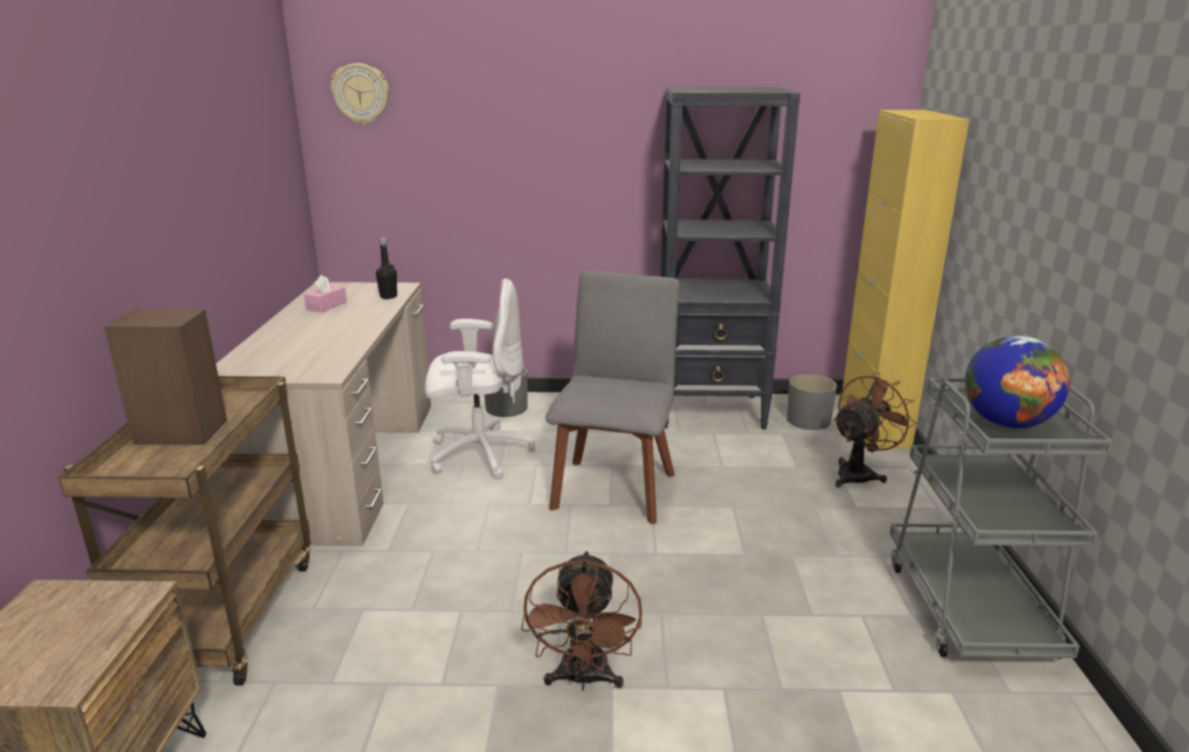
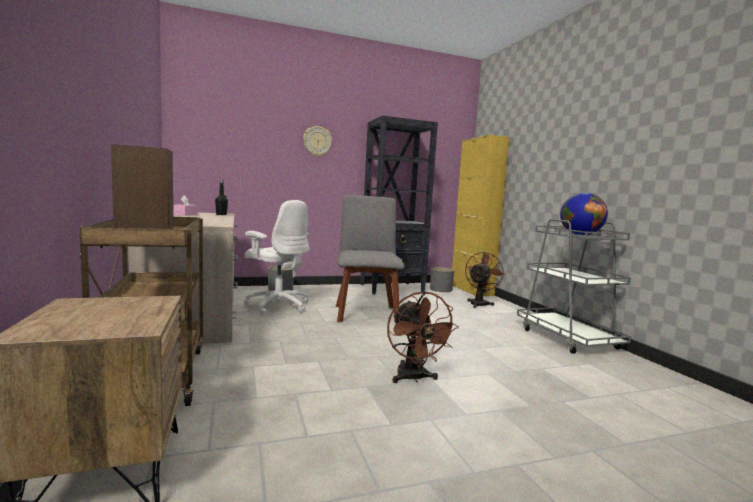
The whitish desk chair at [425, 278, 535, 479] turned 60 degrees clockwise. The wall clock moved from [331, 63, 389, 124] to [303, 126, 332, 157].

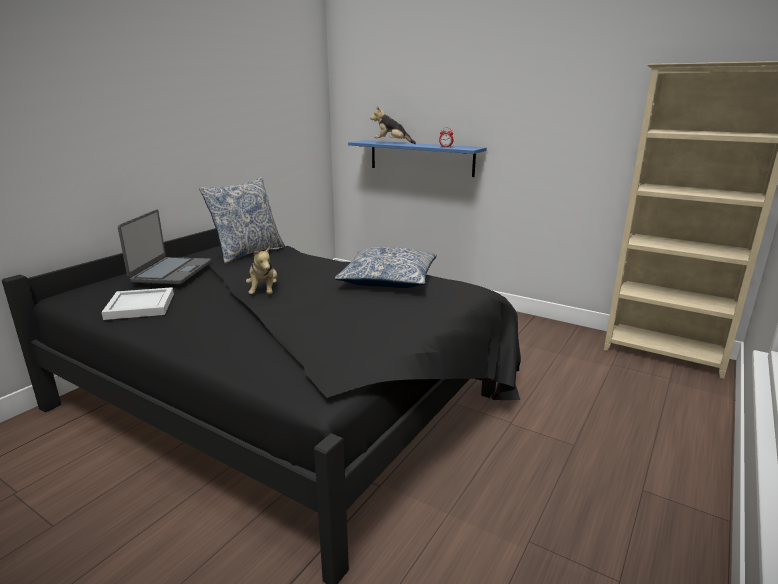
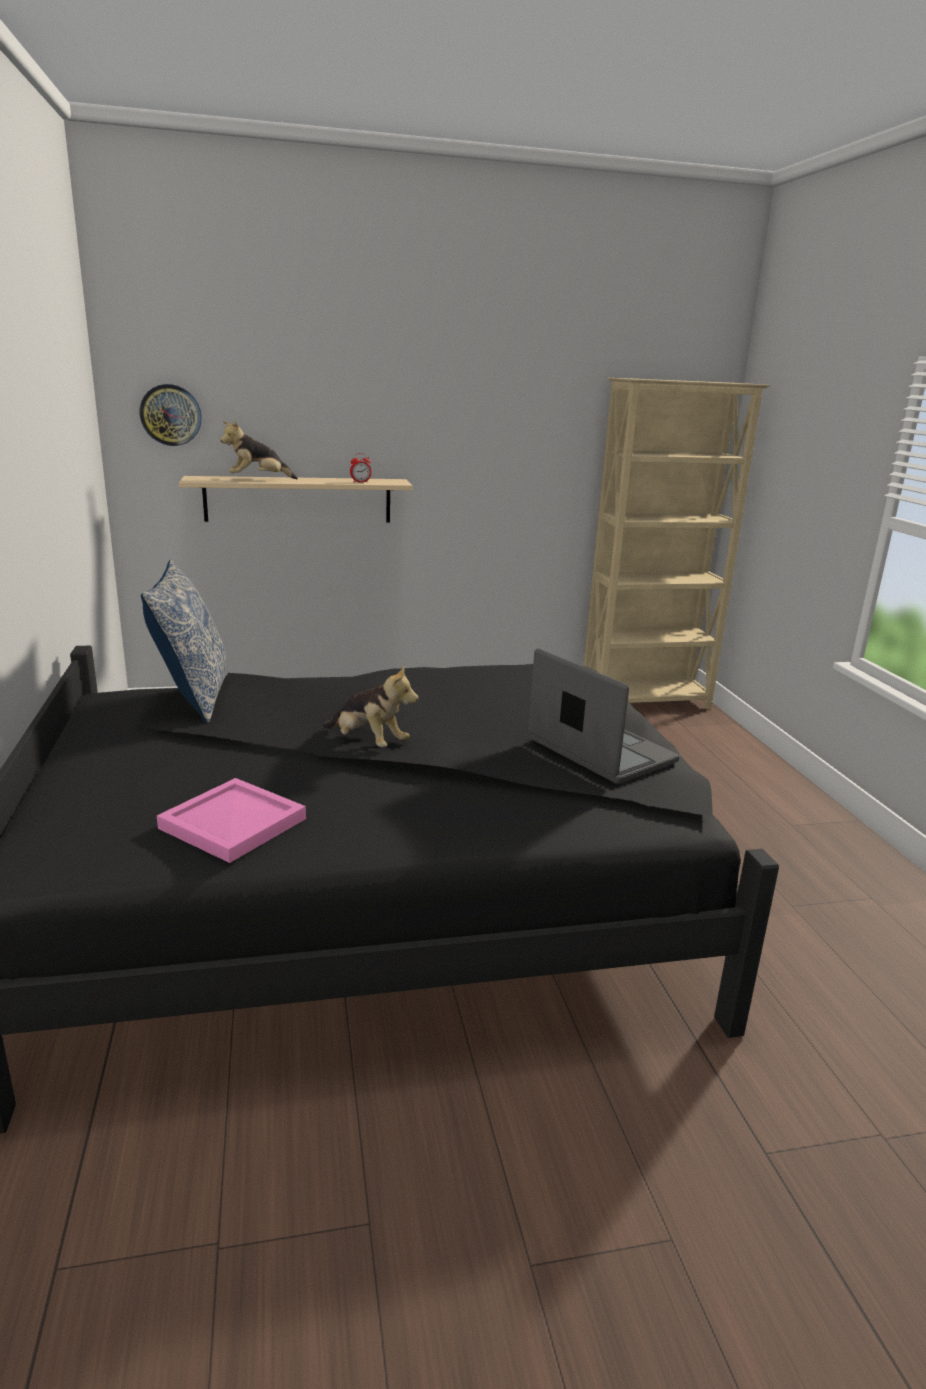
The wall clock at [140, 384, 202, 446] appeared. The whitish carrying tray at [101, 287, 174, 320] became the pinkish carrying tray at [157, 778, 306, 863]. The blue wall shelf at [348, 140, 487, 177] became the sand-coloured wall shelf at [179, 476, 413, 523]. The portable computer moved from [118, 209, 211, 284] to [528, 649, 680, 784]. The pillow at [335, 247, 437, 288] disappeared.

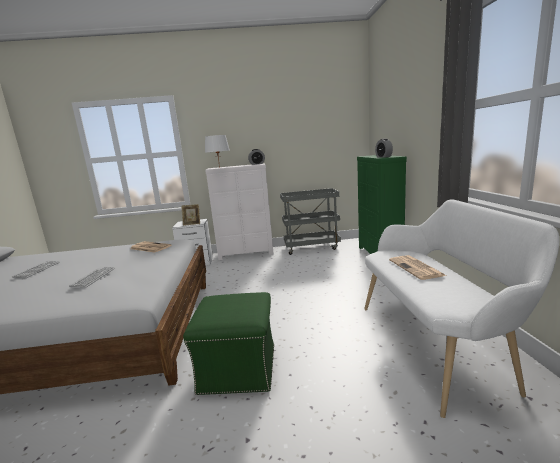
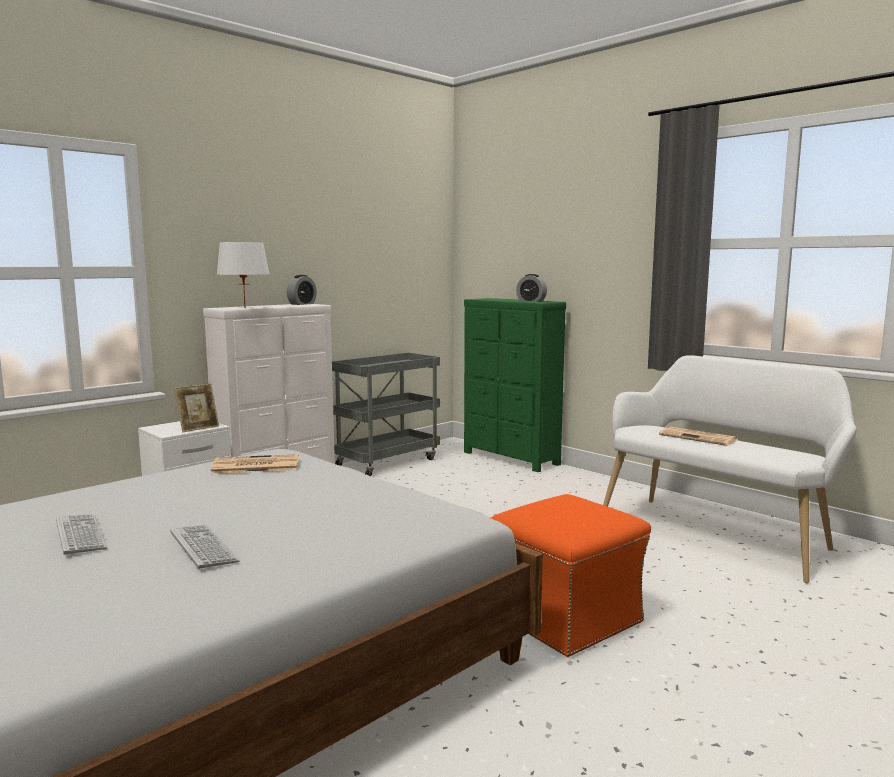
The PC keyboard moved from [69, 267, 115, 288] to [170, 525, 240, 569]. The green pouffe at [183, 292, 274, 395] became the orangey pouffe at [491, 494, 651, 657].

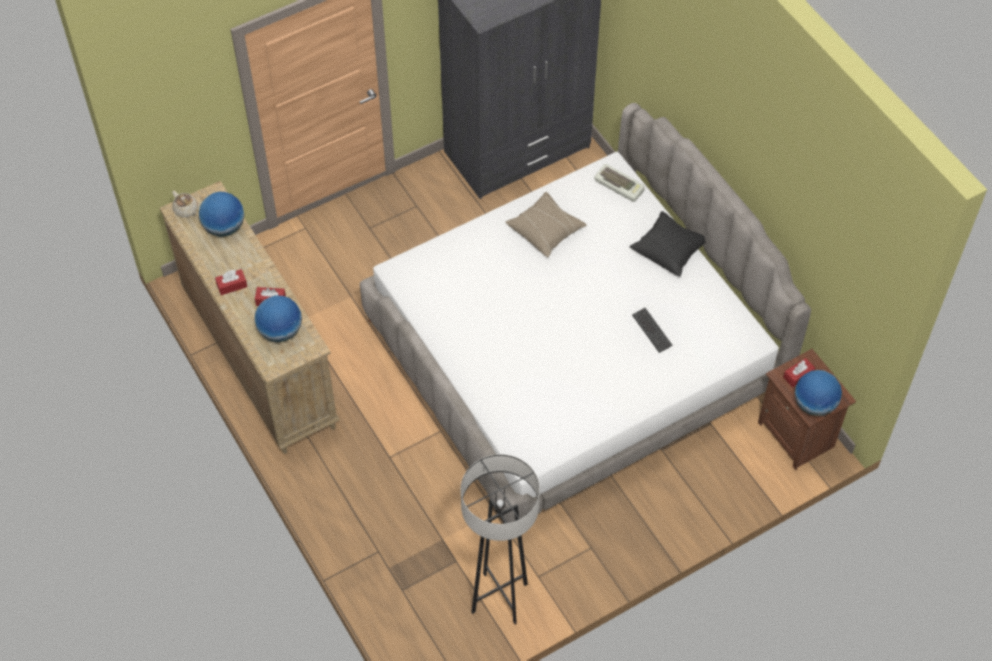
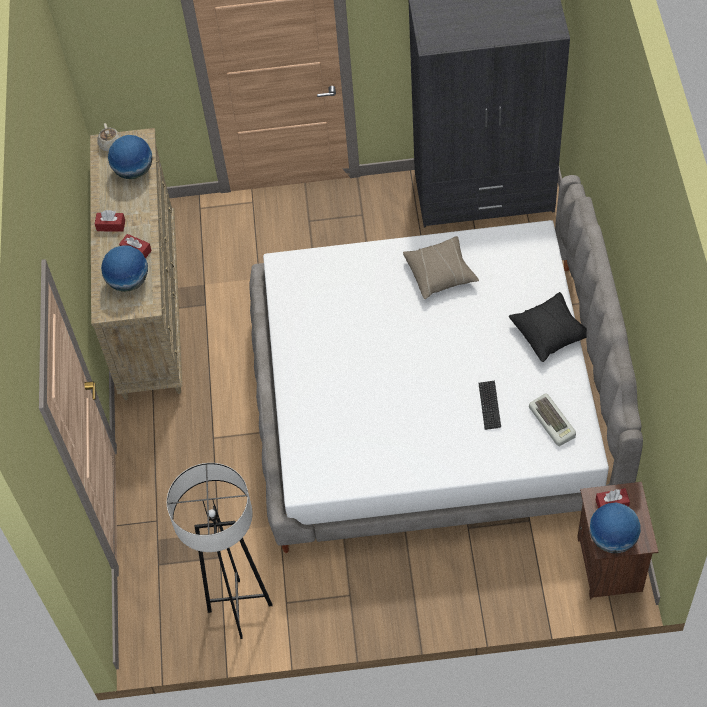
The PC keyboard moved from [594, 164, 645, 202] to [529, 393, 576, 446].

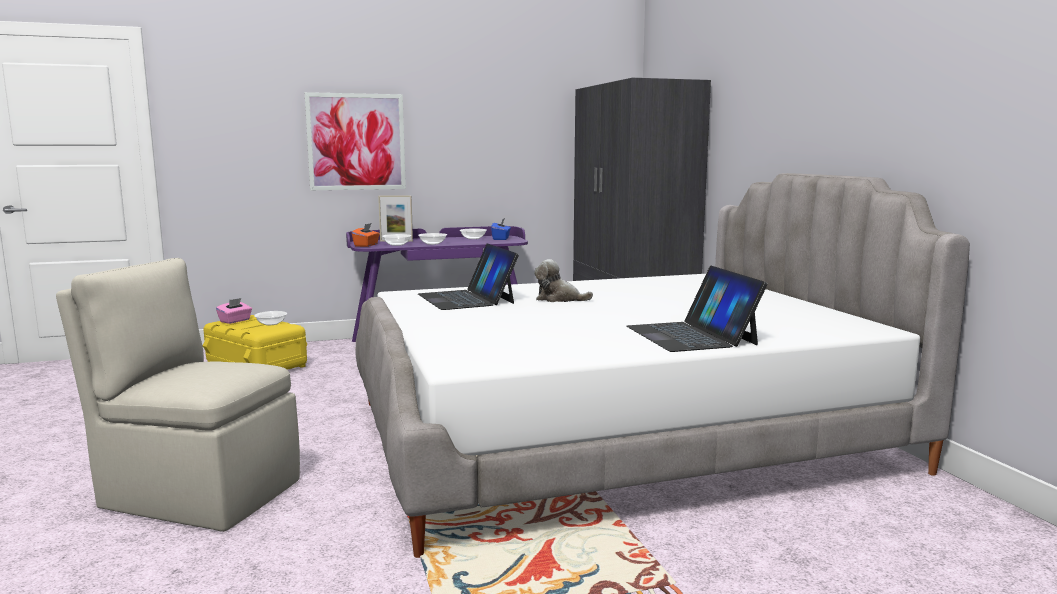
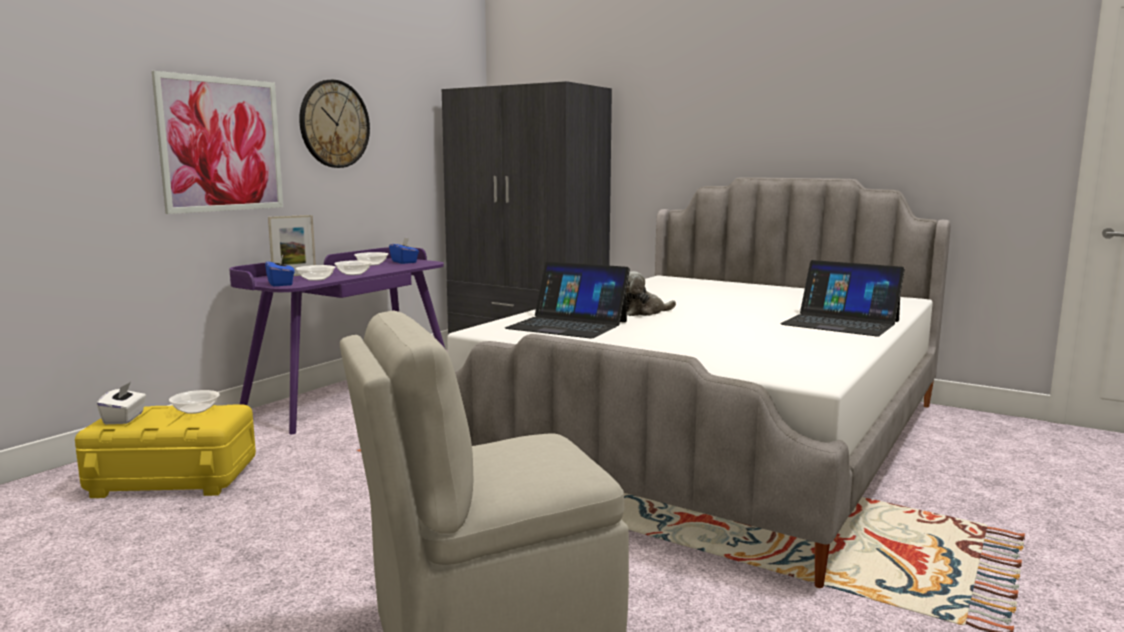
The pinkish tissue holder at [216, 298, 252, 324] became the whitish tissue holder at [97, 382, 146, 424]. The orangey tissue holder at [352, 223, 380, 247] became the blue tissue holder at [265, 254, 295, 287]. The wall clock at [299, 80, 370, 168] appeared.

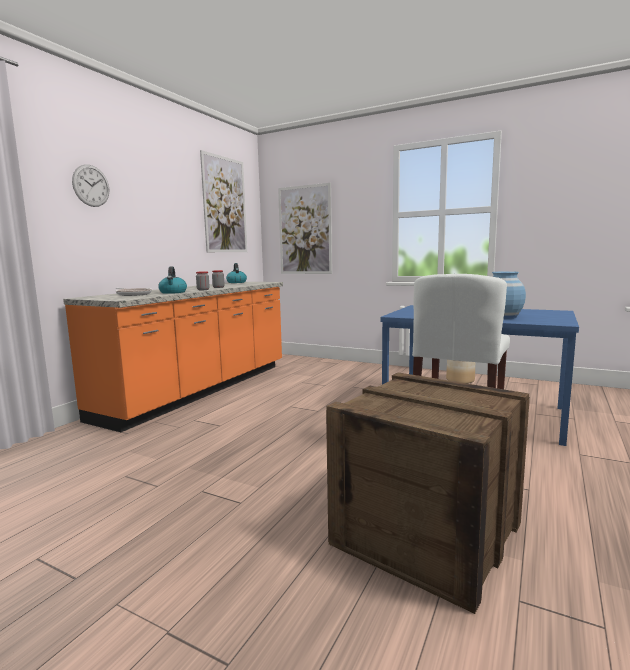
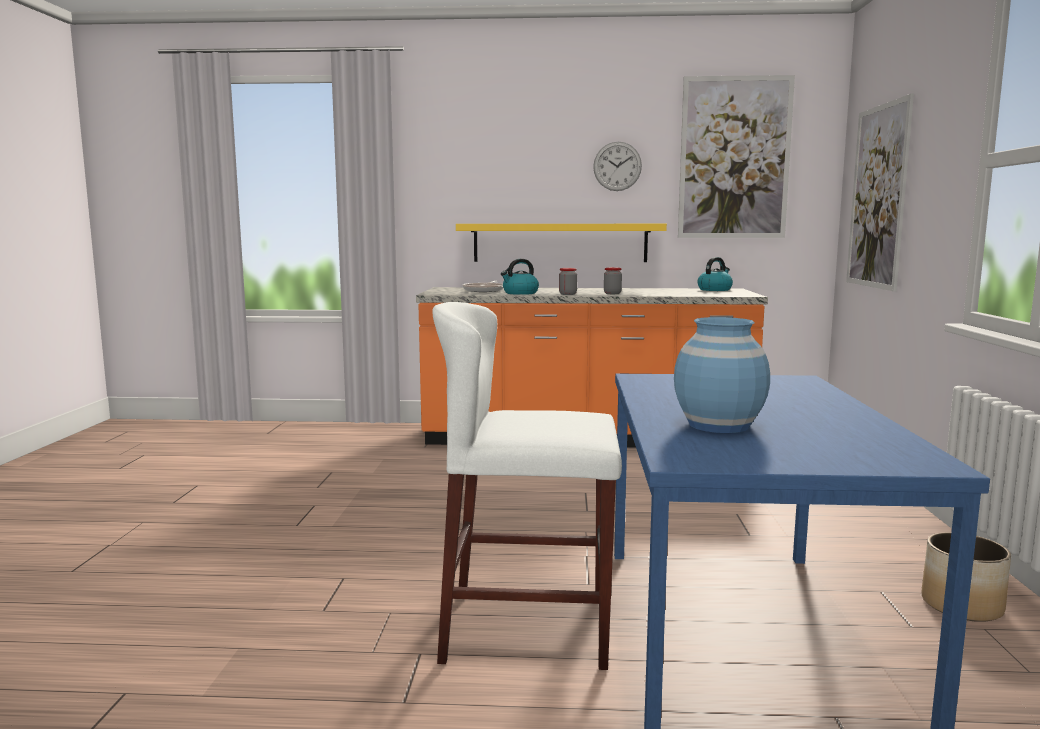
The yellowish wall shelf at [456, 224, 667, 262] appeared. The wall clock moved from [72, 164, 109, 207] to [593, 142, 642, 191]. The crate at [326, 372, 530, 614] disappeared.

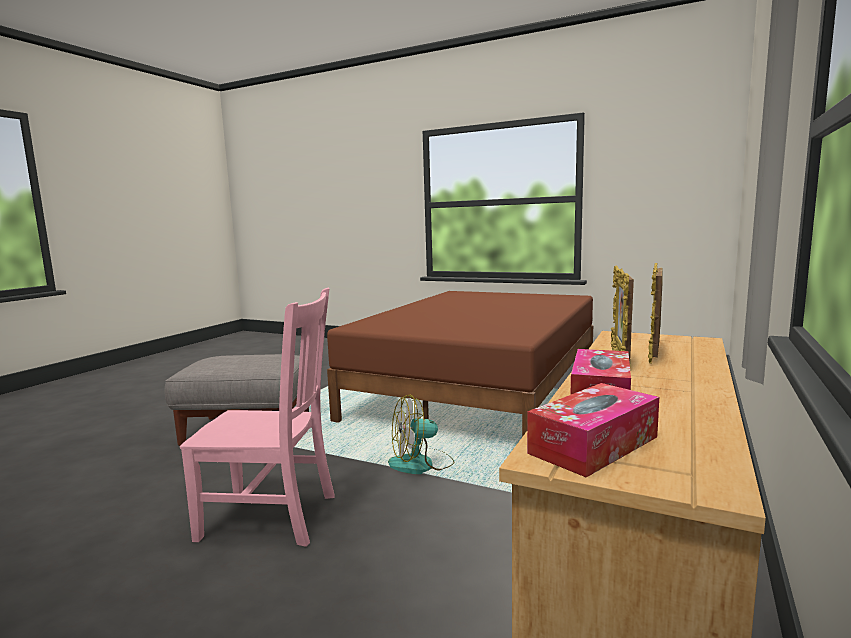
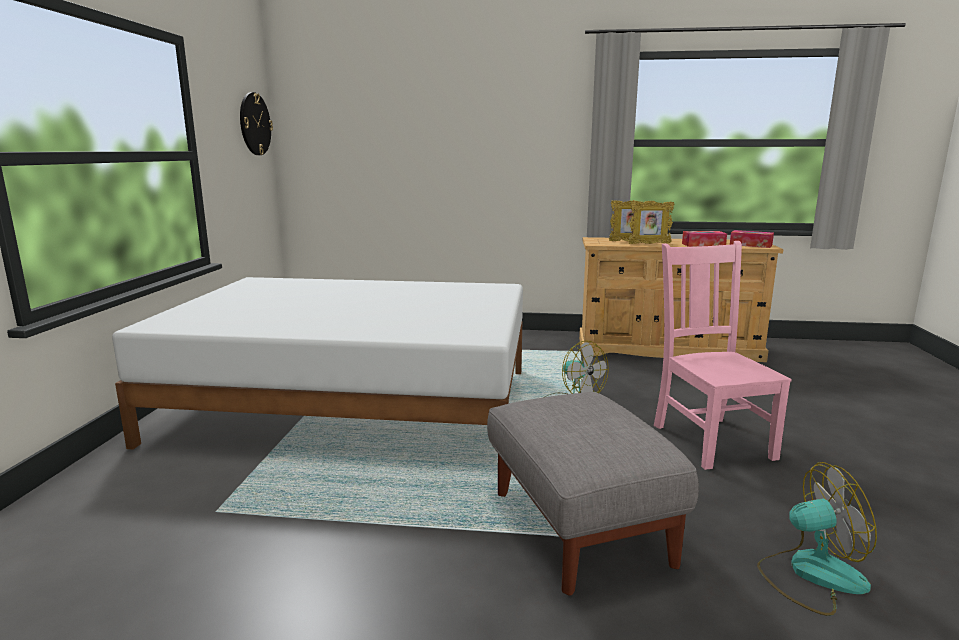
The brown sleeping bed at [327, 291, 593, 437] became the whitish sleeping bed at [112, 277, 523, 449]. The wall clock at [240, 92, 273, 155] appeared. The cooling fan at [757, 462, 877, 616] appeared.

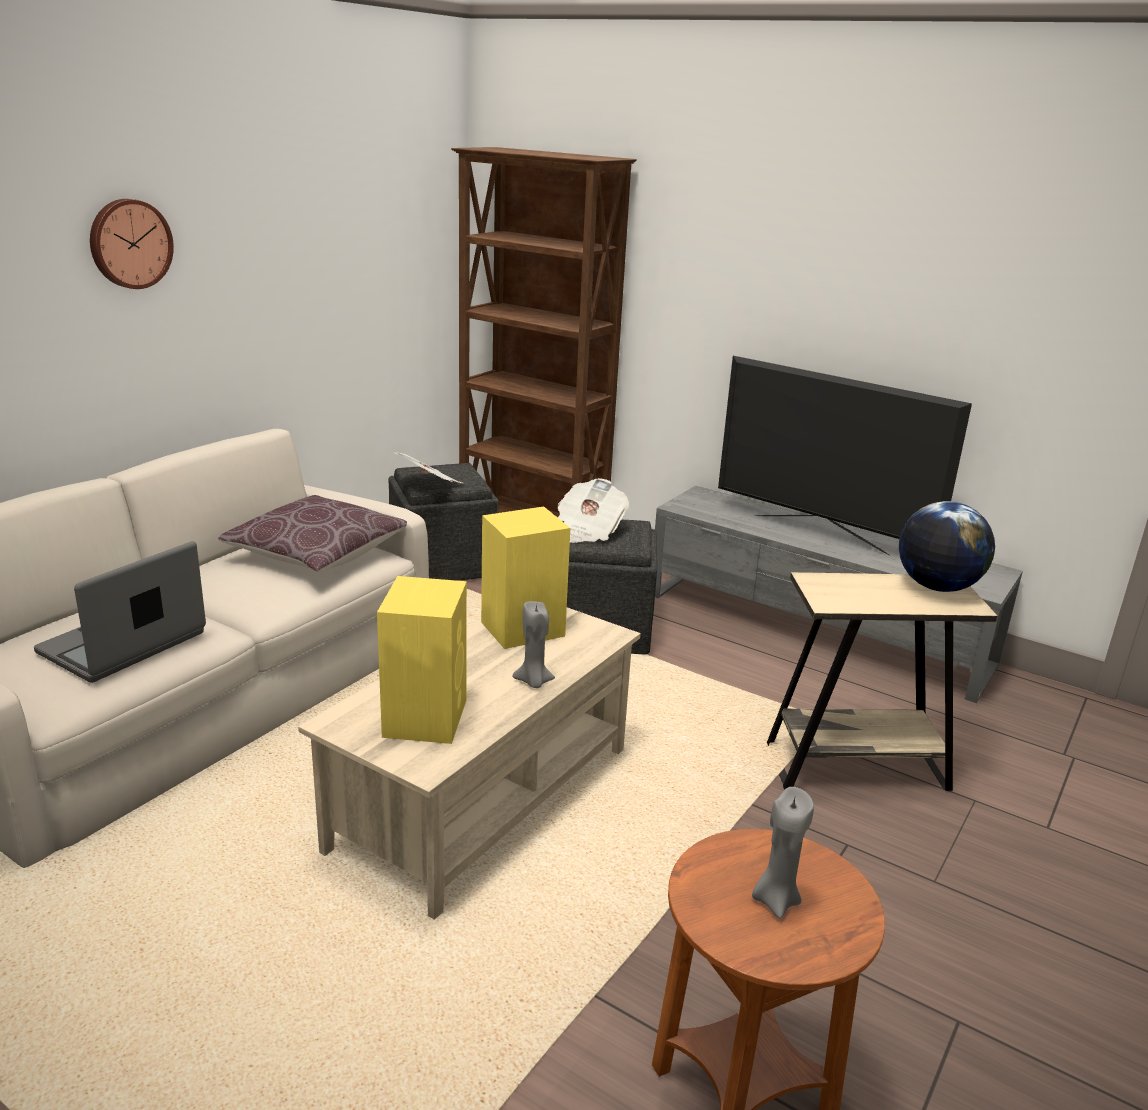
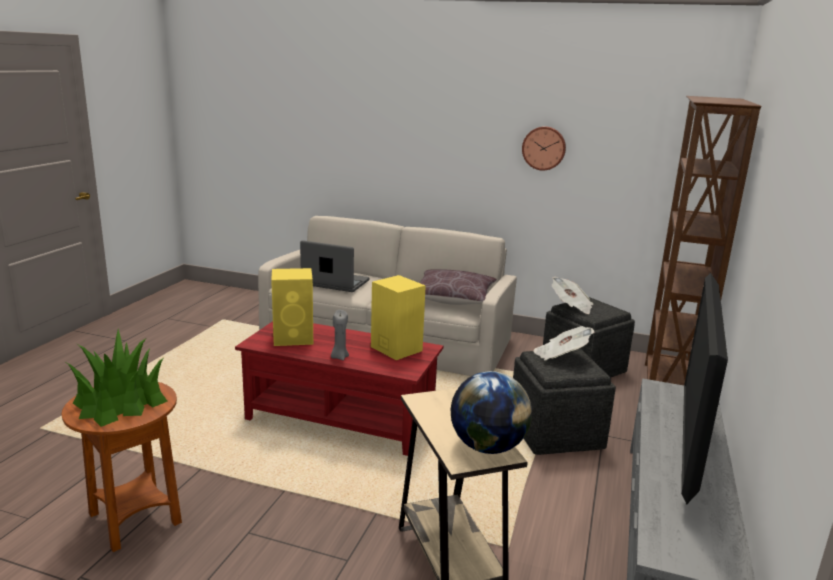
The greyish wax light at [752, 787, 814, 919] was replaced by the plant in a pot at [66, 329, 167, 427]. The sand-coloured coffee table at [298, 607, 641, 920] became the reddish coffee table at [235, 321, 443, 456]. The wall clock moved from [90, 199, 174, 289] to [522, 126, 566, 171].

